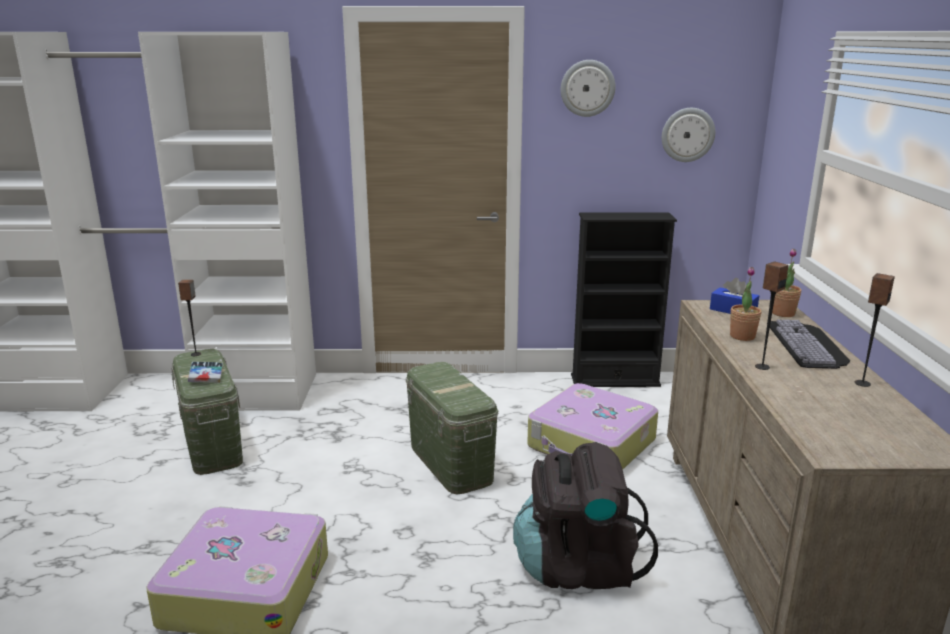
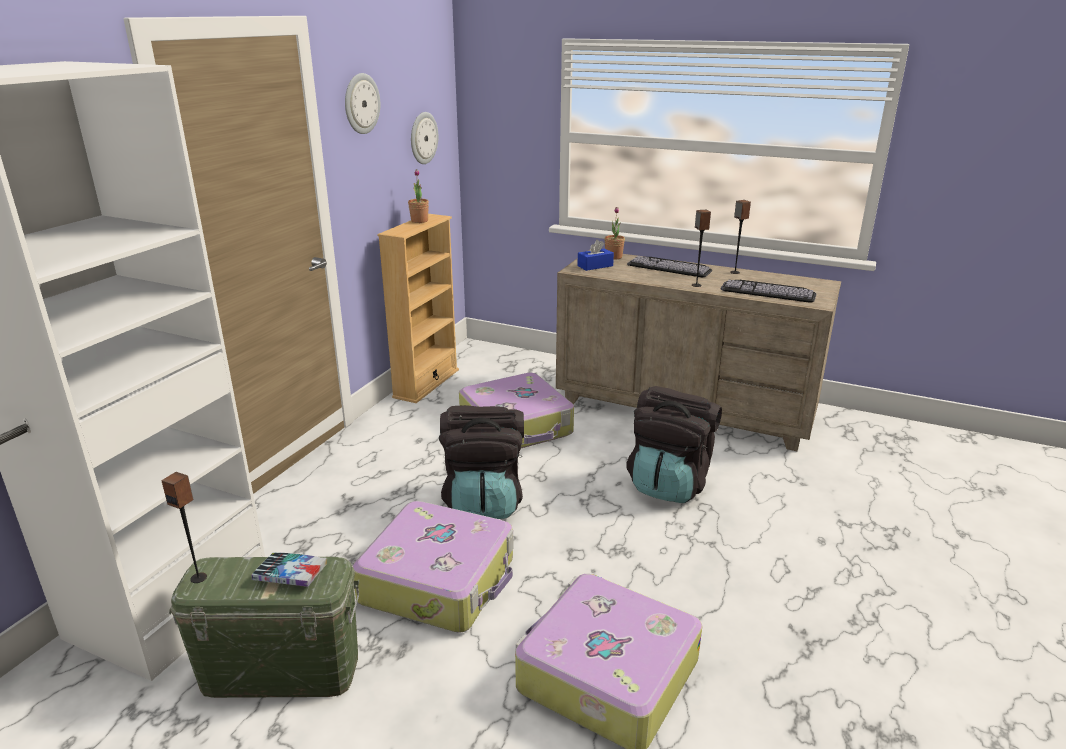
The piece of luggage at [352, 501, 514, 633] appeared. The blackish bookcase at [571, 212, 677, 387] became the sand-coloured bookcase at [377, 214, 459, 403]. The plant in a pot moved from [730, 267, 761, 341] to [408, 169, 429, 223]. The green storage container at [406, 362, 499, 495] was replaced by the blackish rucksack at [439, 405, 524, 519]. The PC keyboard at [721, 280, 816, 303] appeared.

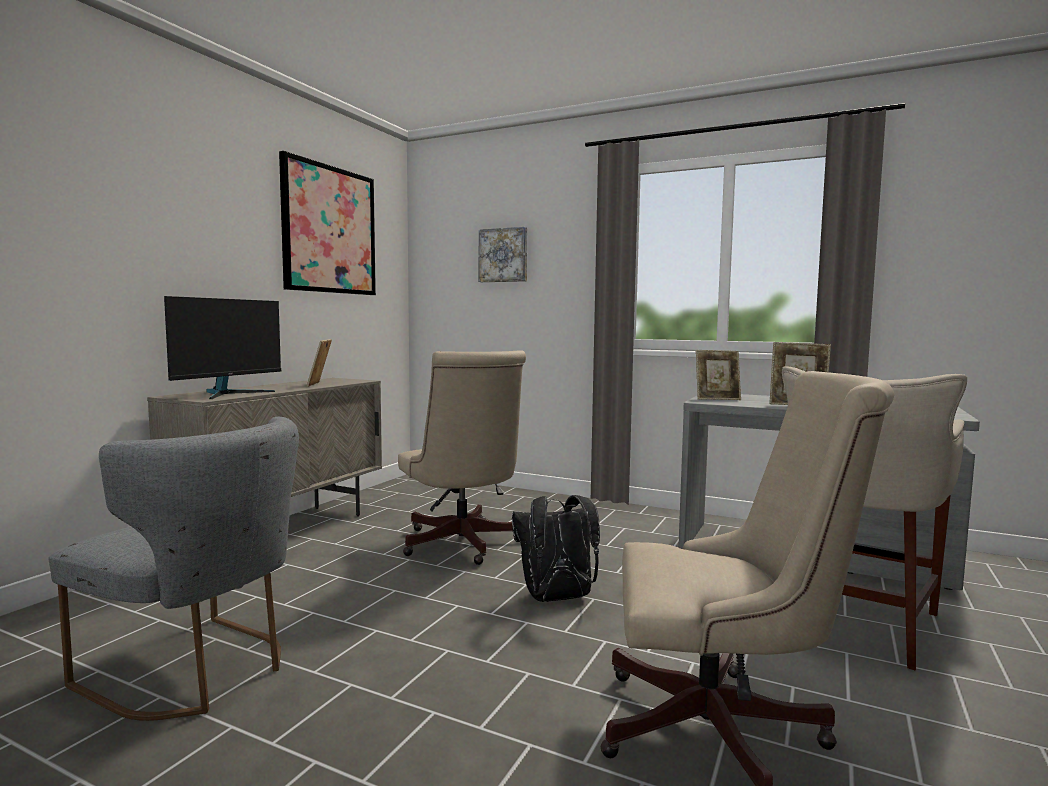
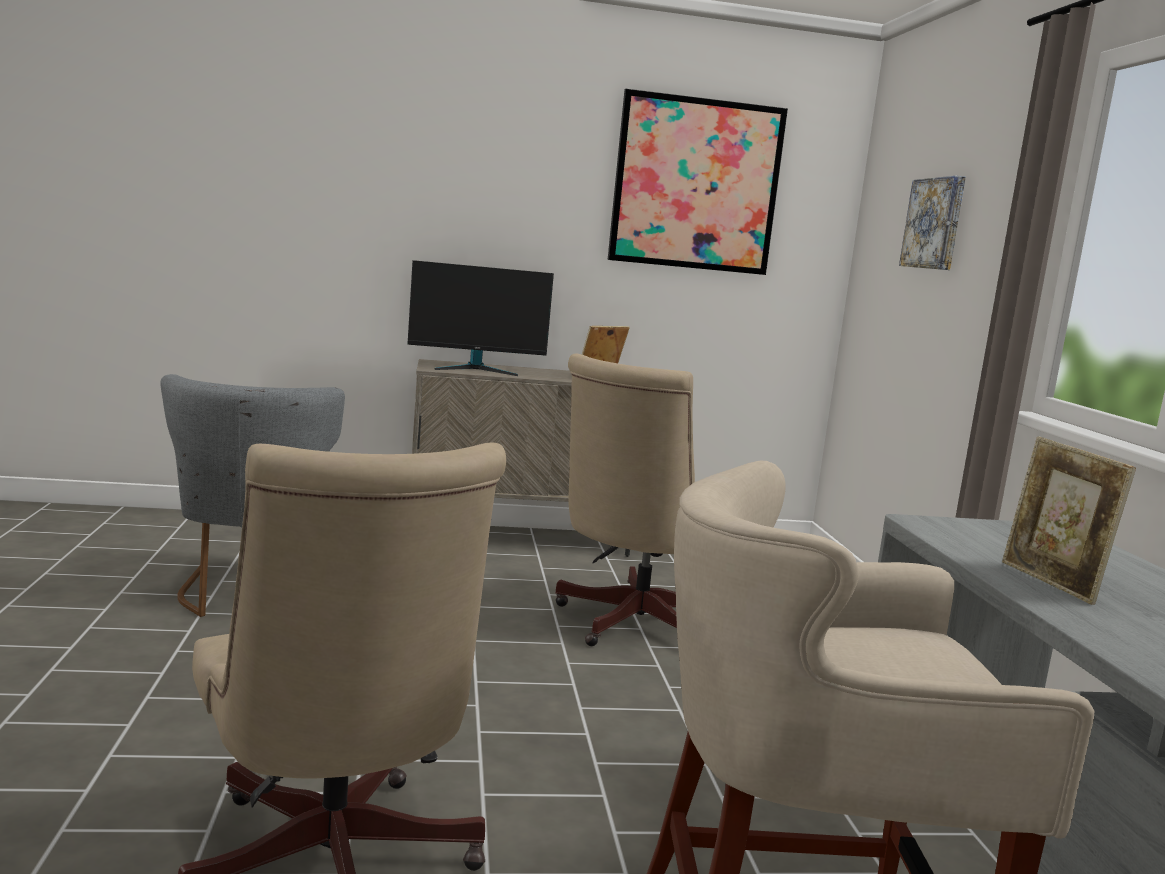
The blackish rucksack at [512, 495, 600, 602] disappeared. The picture frame at [696, 350, 741, 400] disappeared.

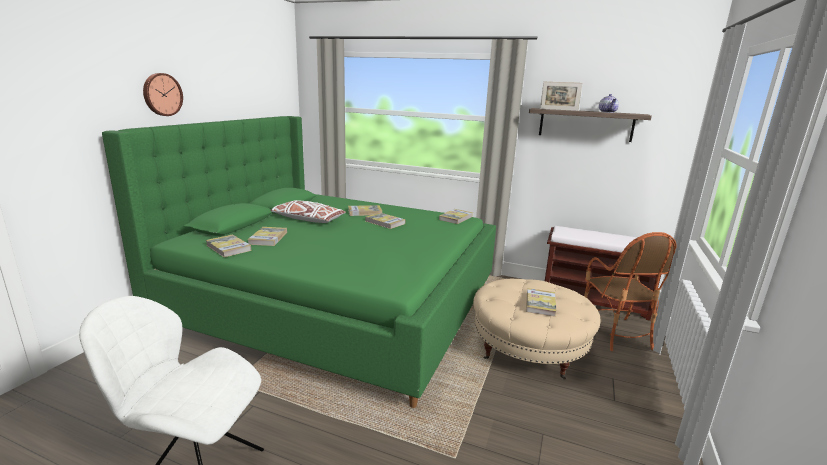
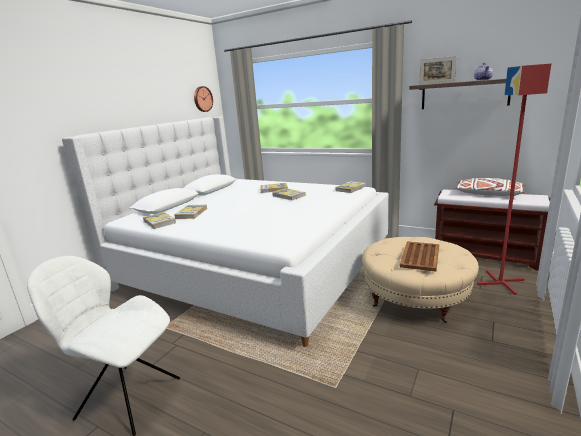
The green sleeping bed at [102, 116, 496, 408] became the whitish sleeping bed at [62, 117, 389, 347]. The wall clock moved from [143, 73, 183, 116] to [194, 86, 213, 112]. The volume at [526, 288, 556, 317] was replaced by the brown carrying tray at [400, 241, 439, 271]. The whitish pillow moved from [270, 200, 346, 223] to [455, 178, 526, 196]. The lounge chair at [584, 232, 677, 351] was replaced by the reddish floor lamp at [477, 64, 551, 295].

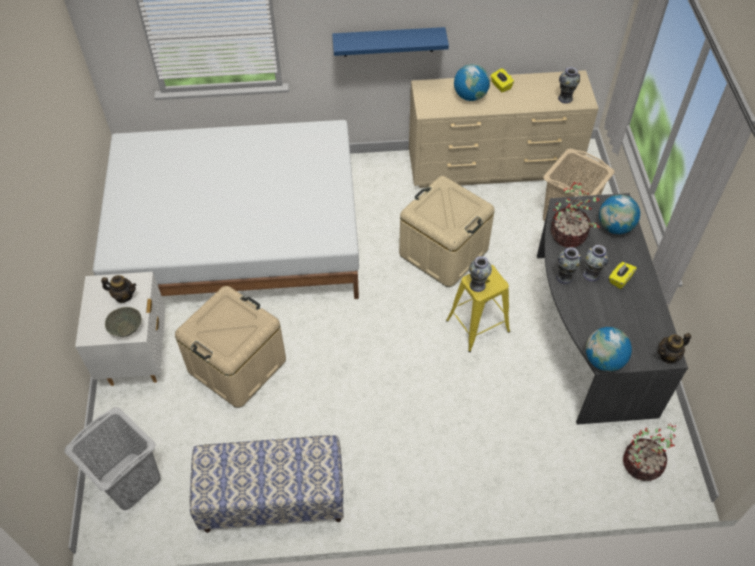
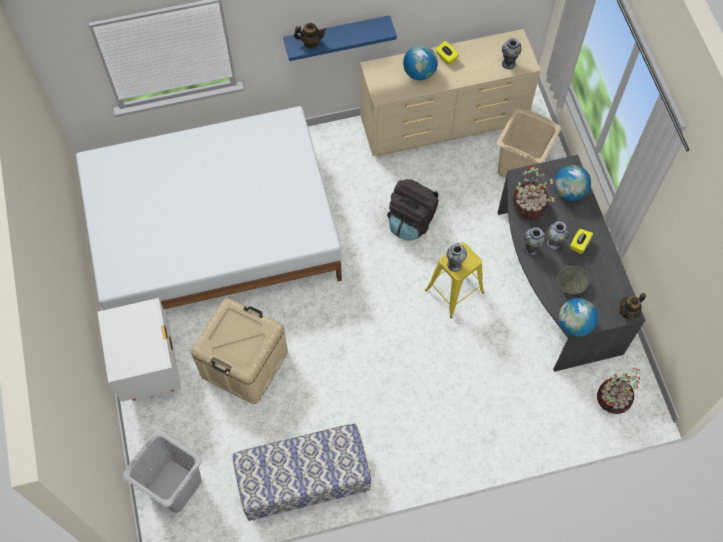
The teapot moved from [101, 275, 136, 303] to [294, 23, 326, 48]. The sand-coloured storage container at [399, 176, 495, 287] was replaced by the blackish rucksack at [387, 179, 439, 241]. The greyish serving bowl moved from [105, 307, 142, 337] to [557, 266, 589, 294].

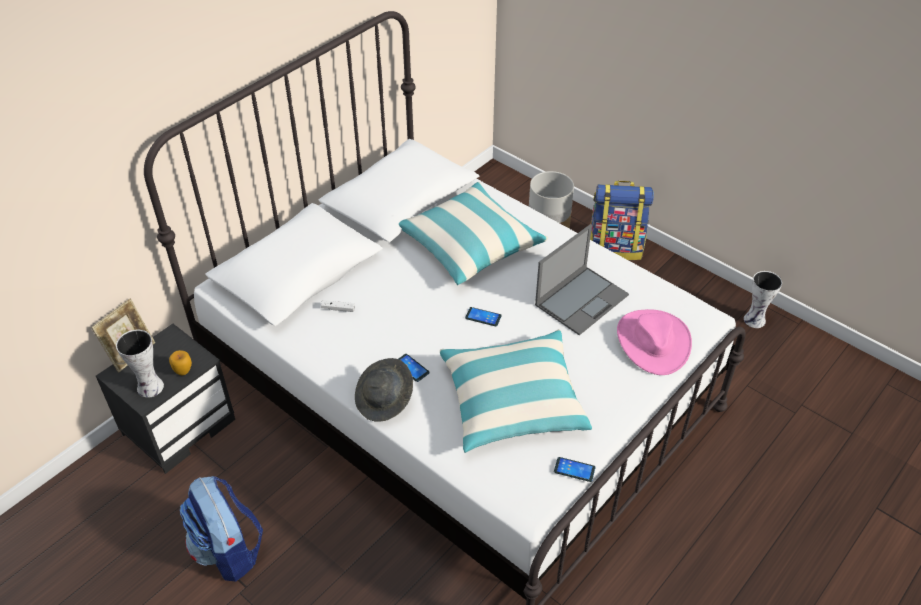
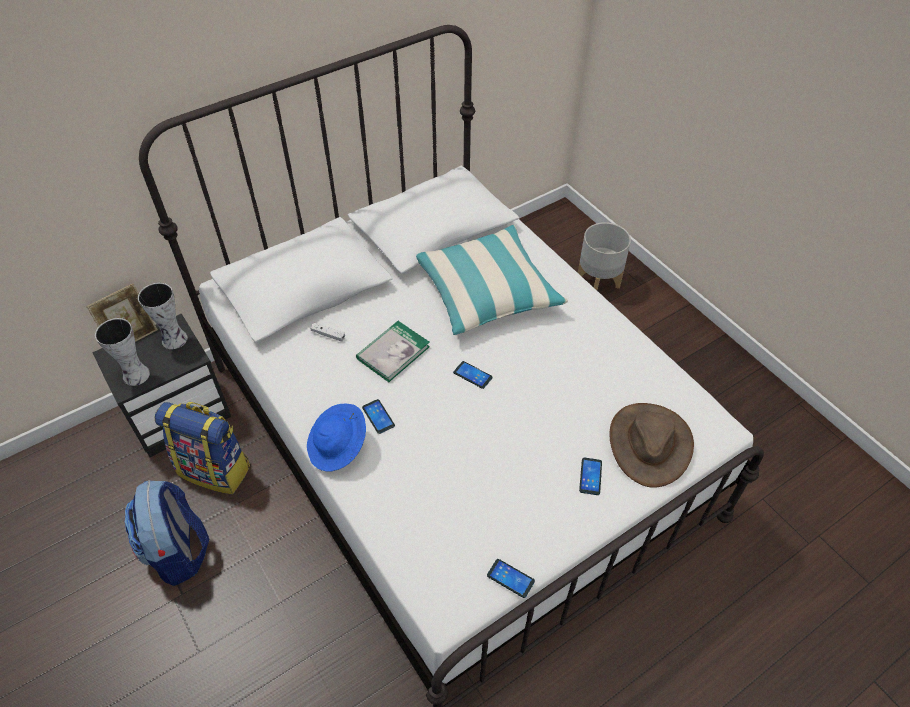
The vase moved from [744, 271, 782, 328] to [138, 283, 188, 349]. The rucksack moved from [590, 181, 654, 260] to [154, 402, 250, 494]. The greyish clothing hat at [355, 358, 413, 422] became the blue clothing hat at [307, 404, 366, 472]. The volume at [356, 321, 430, 382] appeared. The telephone at [579, 457, 602, 495] appeared. The pinkish clothing hat at [617, 309, 692, 375] became the brown clothing hat at [609, 403, 694, 488]. The whole apple at [169, 350, 192, 375] disappeared. The pillow at [440, 329, 592, 453] disappeared. The portable computer at [535, 224, 629, 335] disappeared.

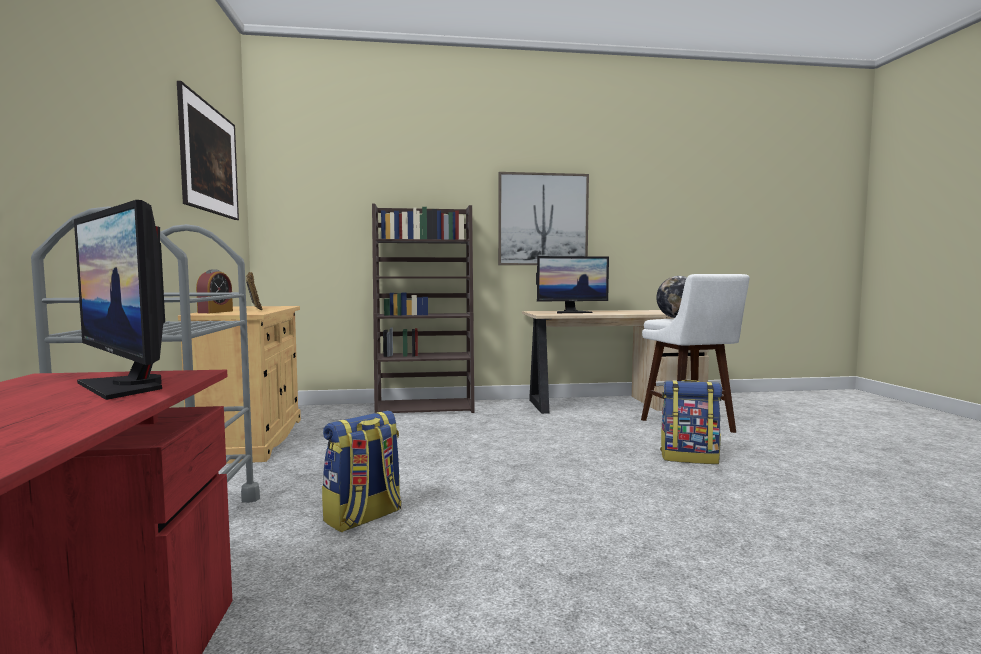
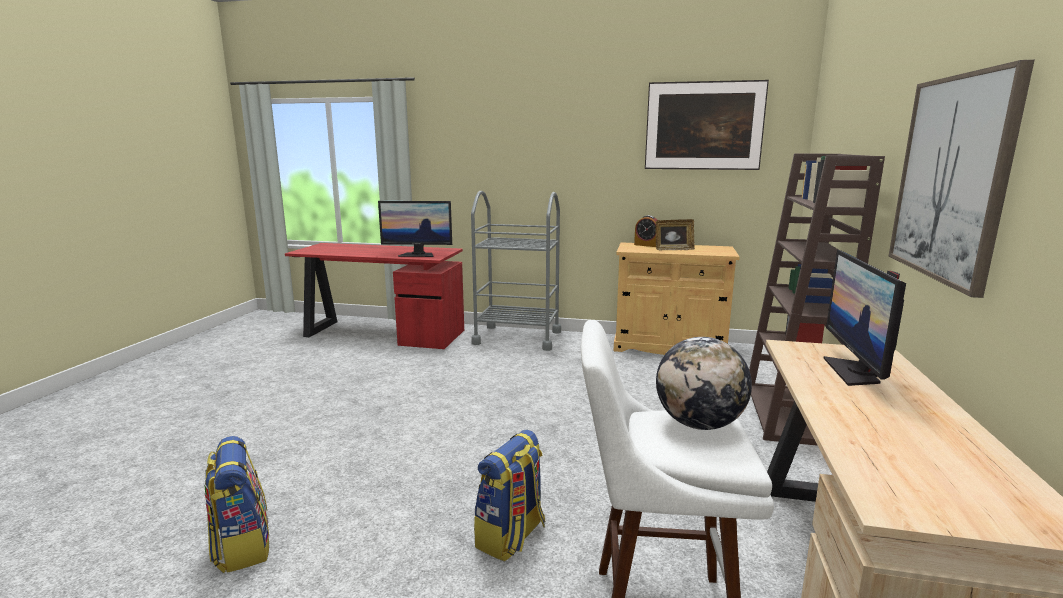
The rucksack moved from [322, 411, 402, 532] to [204, 436, 269, 573]. The monitor at [74, 200, 165, 400] turned 150 degrees counterclockwise.

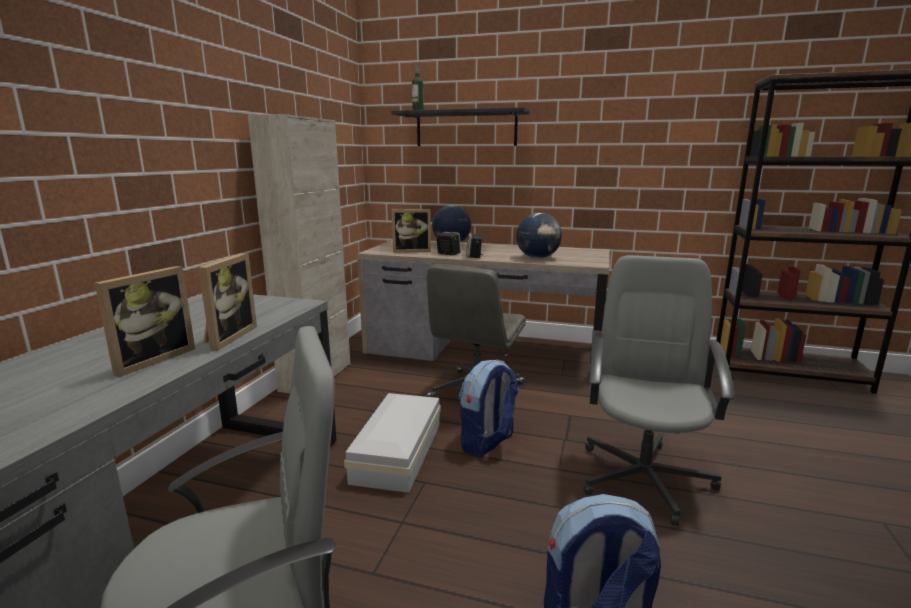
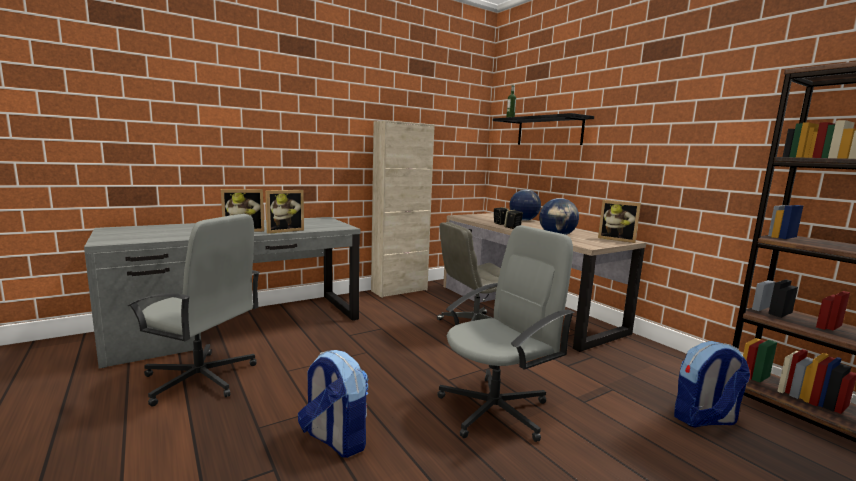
The picture frame moved from [392, 209, 431, 253] to [598, 200, 641, 243]. The rucksack moved from [459, 360, 519, 456] to [674, 341, 750, 428]. The whitish storage container at [344, 393, 441, 493] disappeared.

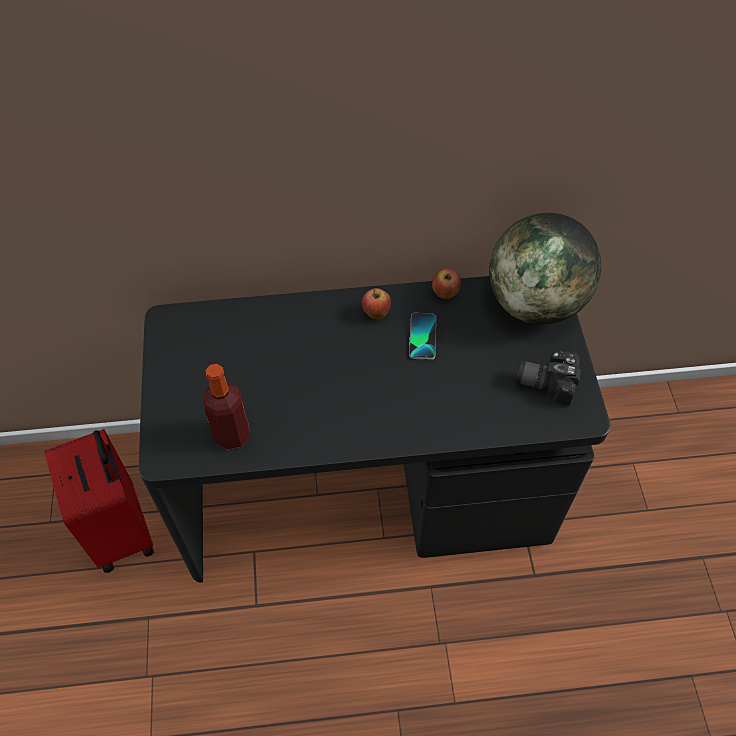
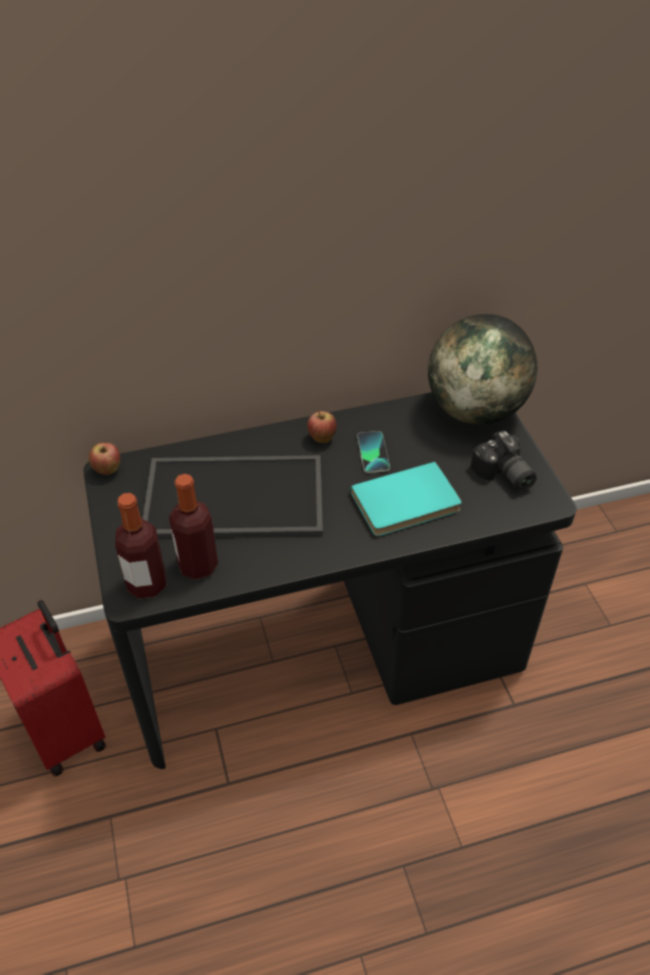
The whole apple moved from [432, 269, 461, 299] to [89, 443, 120, 475]. The bottle at [115, 493, 166, 599] appeared. The carrying tray at [143, 455, 323, 538] appeared. The turquoise volume at [351, 462, 462, 536] appeared. The photo camera at [516, 351, 581, 406] turned 120 degrees counterclockwise.

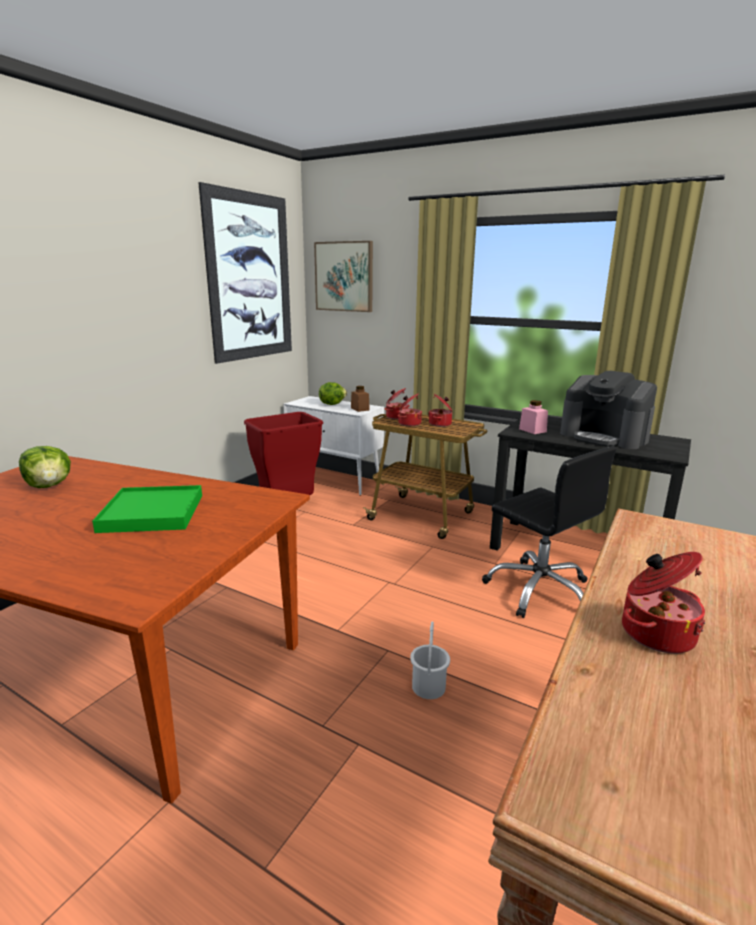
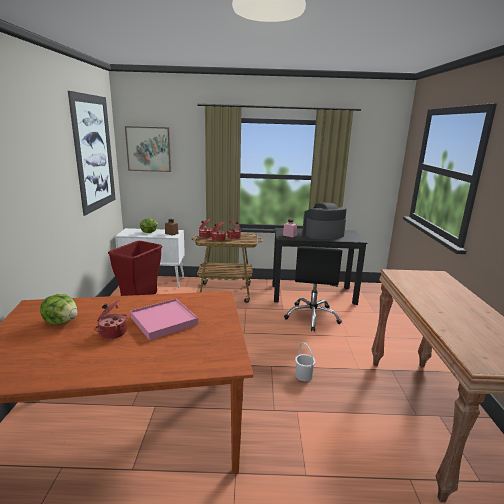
The saucepot moved from [622, 552, 705, 654] to [94, 300, 128, 339]. The green carrying tray at [92, 485, 202, 533] became the pinkish carrying tray at [130, 299, 198, 340]. The blackish desk chair at [482, 447, 616, 618] turned 75 degrees clockwise. The coffee machine at [560, 371, 657, 449] turned 150 degrees clockwise.

